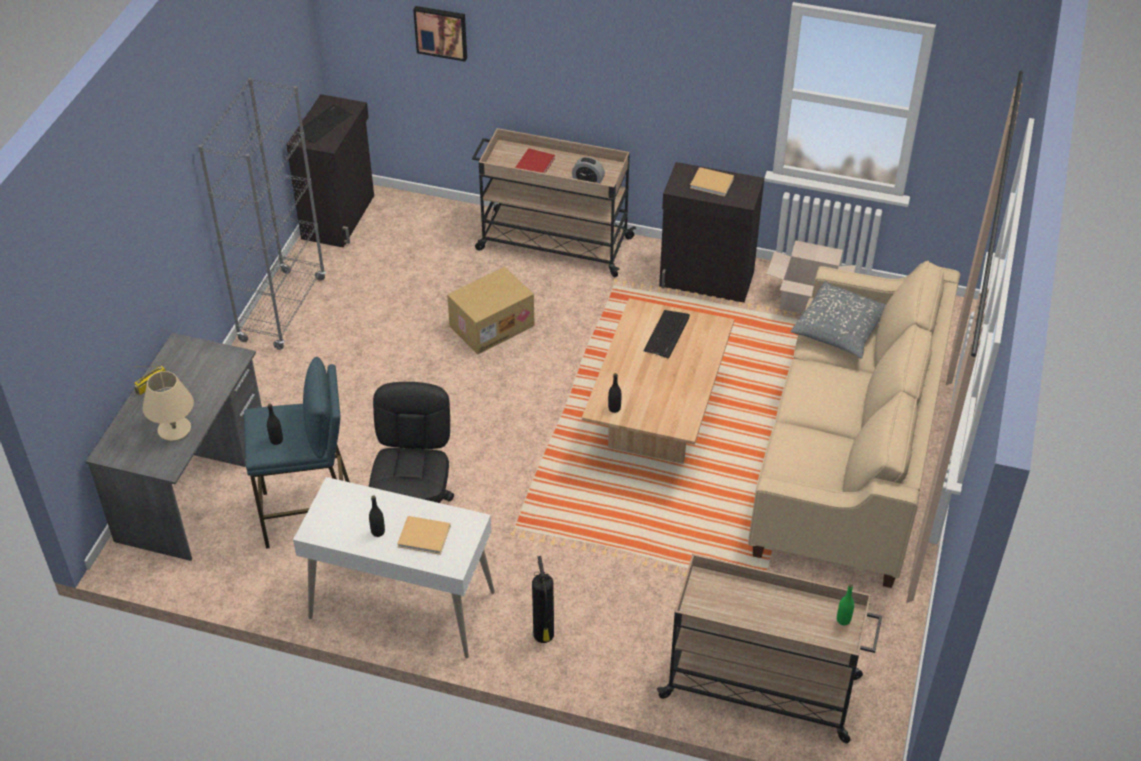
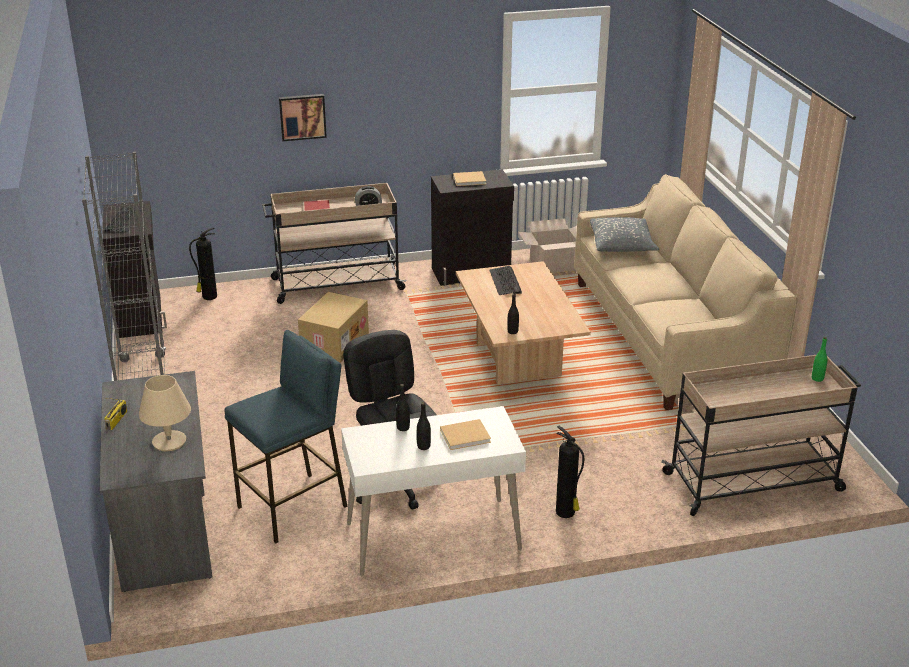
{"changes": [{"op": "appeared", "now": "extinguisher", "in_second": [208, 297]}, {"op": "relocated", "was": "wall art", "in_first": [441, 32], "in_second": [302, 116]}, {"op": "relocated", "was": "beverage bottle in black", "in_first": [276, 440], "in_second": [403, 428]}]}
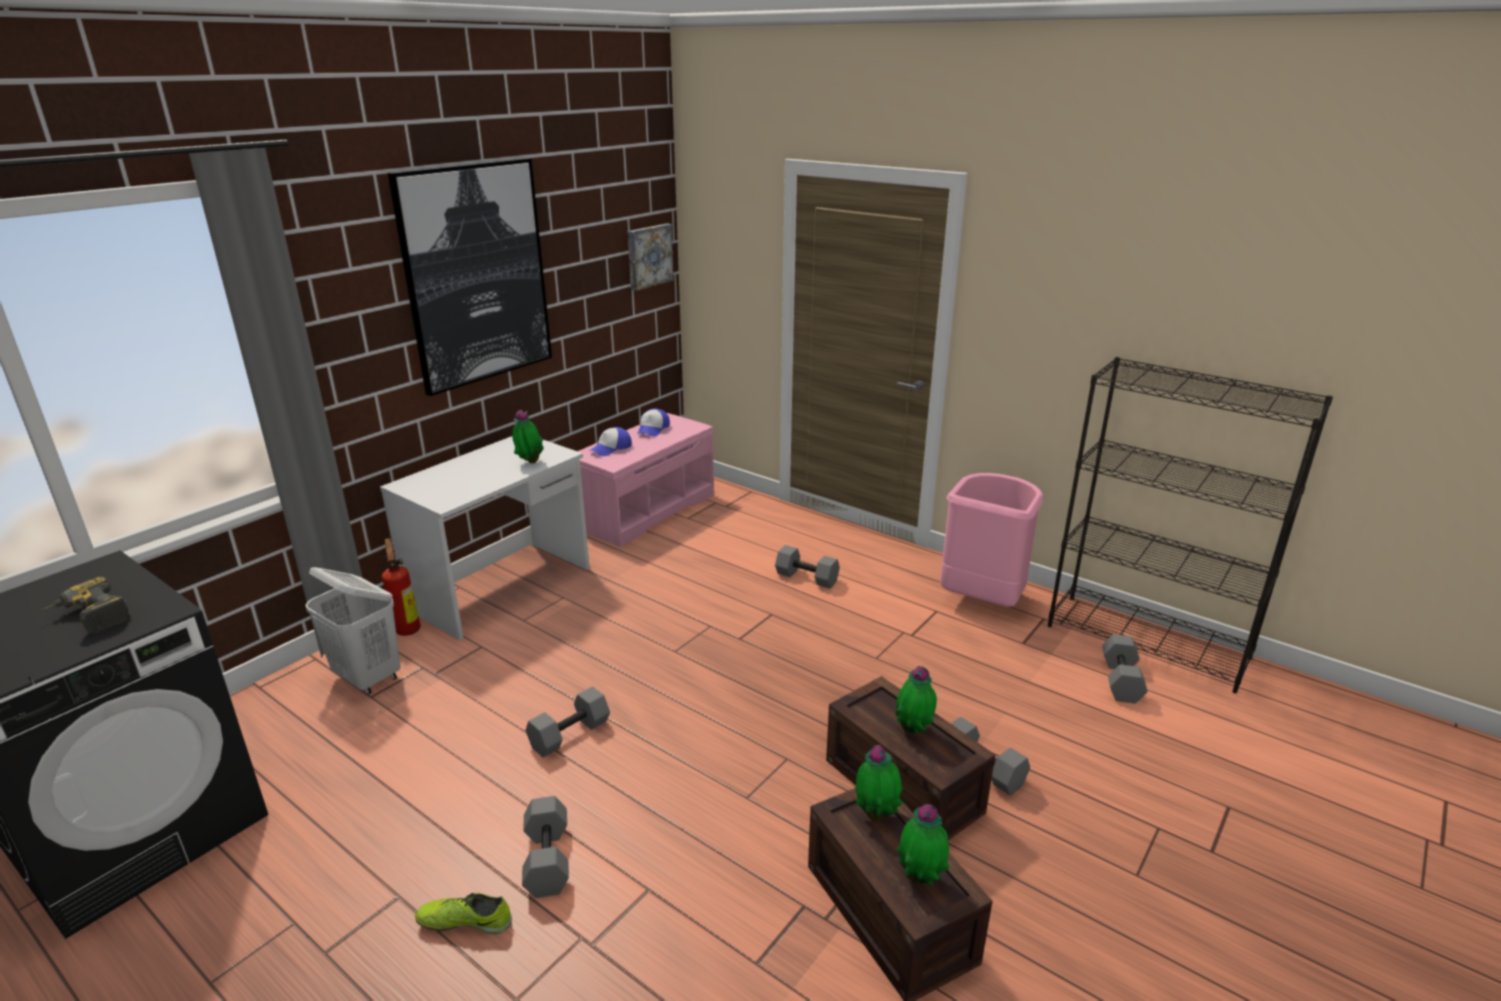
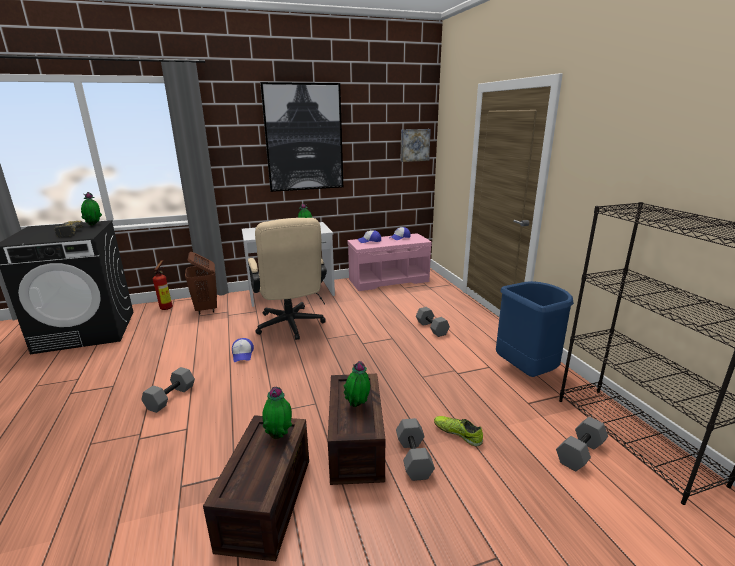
{"changes": [{"op": "relocated", "was": "potted plant", "in_first": [920, 878], "in_second": [94, 225]}, {"op": "relocated", "was": "extinguisher", "in_first": [408, 628], "in_second": [167, 307]}, {"op": "colour", "was": "washing basket in white", "now": "washing basket in brownish", "in_first": [368, 678], "in_second": [206, 309]}, {"op": "exchanged", "was": "dumbbell in gray", "now": "peaked cap", "in_first": [569, 733], "in_second": [243, 354]}, {"op": "appeared", "now": "computer chair in sand-coloured", "in_second": [291, 327]}, {"op": "relocated", "was": "item of footwear", "in_first": [465, 922], "in_second": [457, 433]}, {"op": "colour", "was": "waste bin in pink-coloured", "now": "waste bin in blue-coloured", "in_first": [982, 601], "in_second": [527, 372]}]}
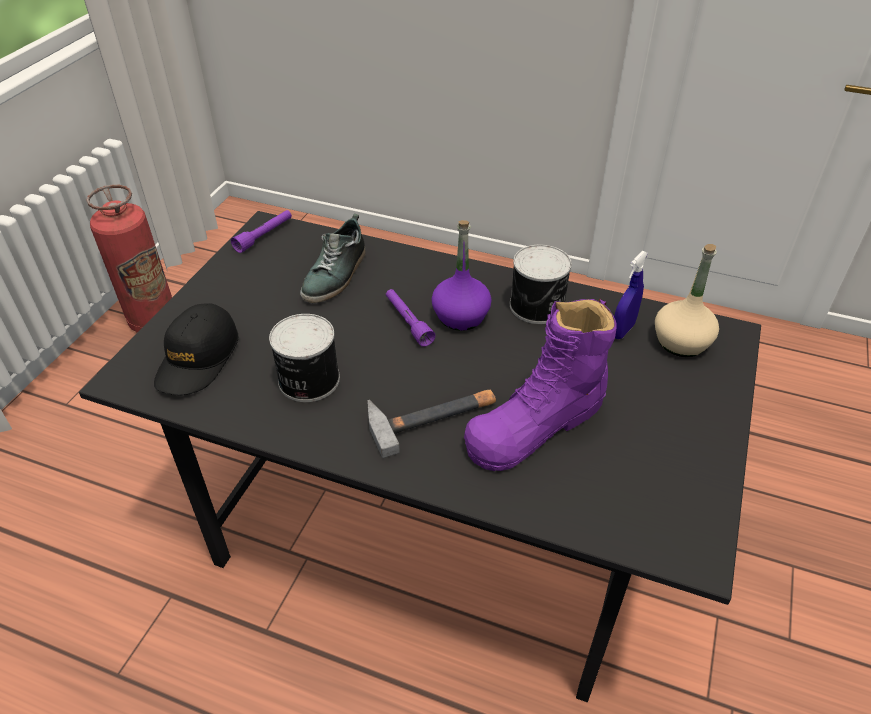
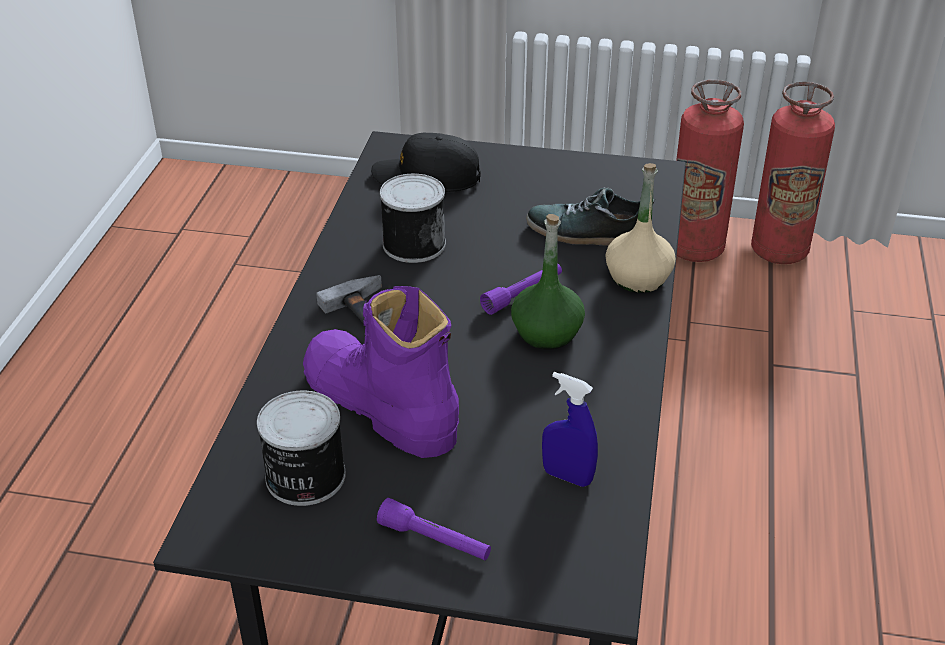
{"changes": [{"op": "relocated", "was": "can", "in_first": [538, 306], "in_second": [304, 477]}, {"op": "relocated", "was": "hand torch in purple-coloured", "in_first": [264, 236], "in_second": [435, 541]}, {"op": "colour", "was": "beverage bottle in purple-coloured", "now": "beverage bottle in green", "in_first": [460, 316], "in_second": [547, 332]}, {"op": "relocated", "was": "beverage bottle in sand-coloured", "in_first": [681, 342], "in_second": [637, 278]}, {"op": "appeared", "now": "extinguisher", "in_second": [779, 251]}]}
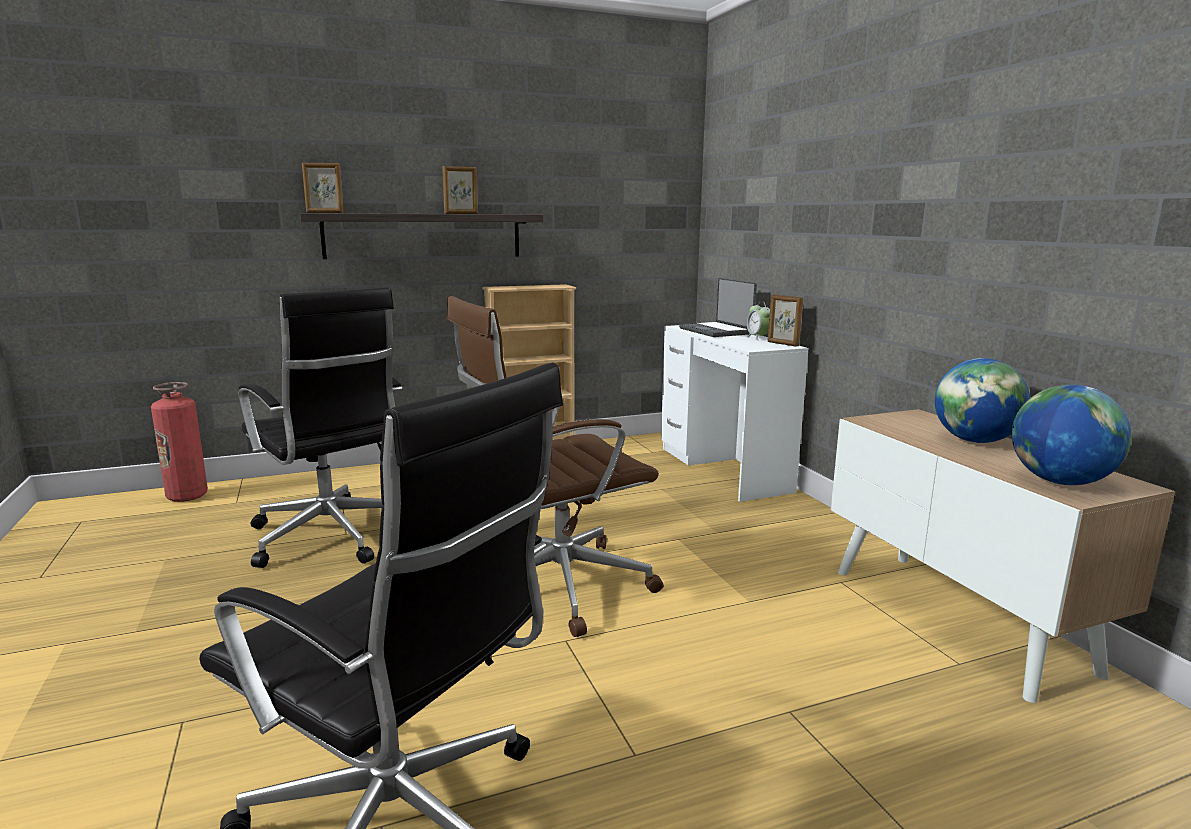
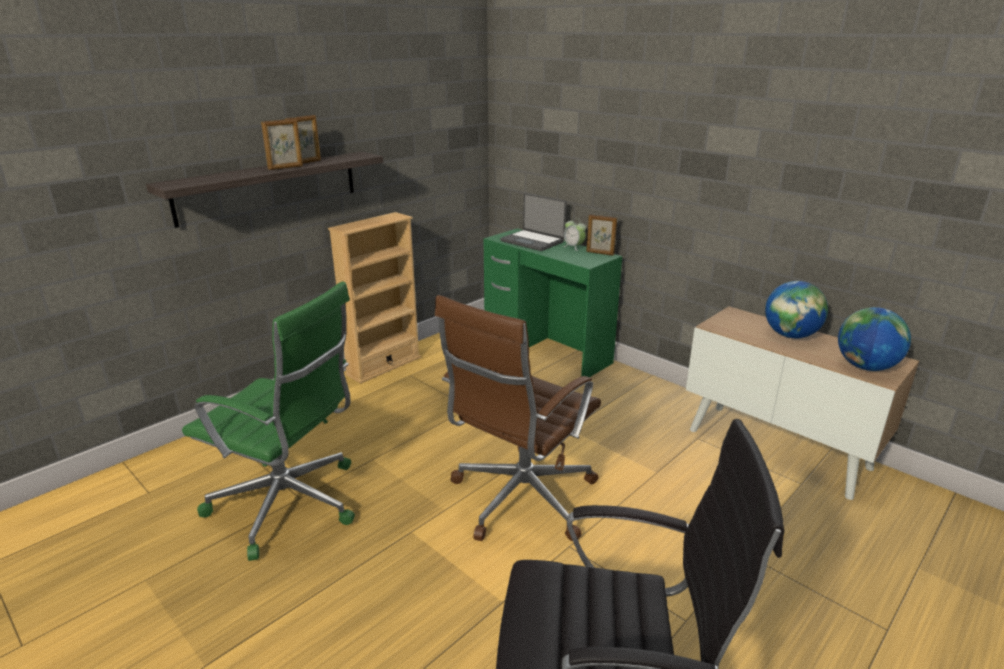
{"changes": [{"op": "colour", "was": "computer chair in black", "now": "computer chair in green", "in_first": [332, 537], "in_second": [290, 505]}, {"op": "relocated", "was": "picture frame", "in_first": [325, 212], "in_second": [286, 168]}, {"op": "colour", "was": "desk table in white", "now": "desk table in green", "in_first": [723, 469], "in_second": [547, 350]}, {"op": "missing", "was": "extinguisher", "in_first": [187, 496]}]}
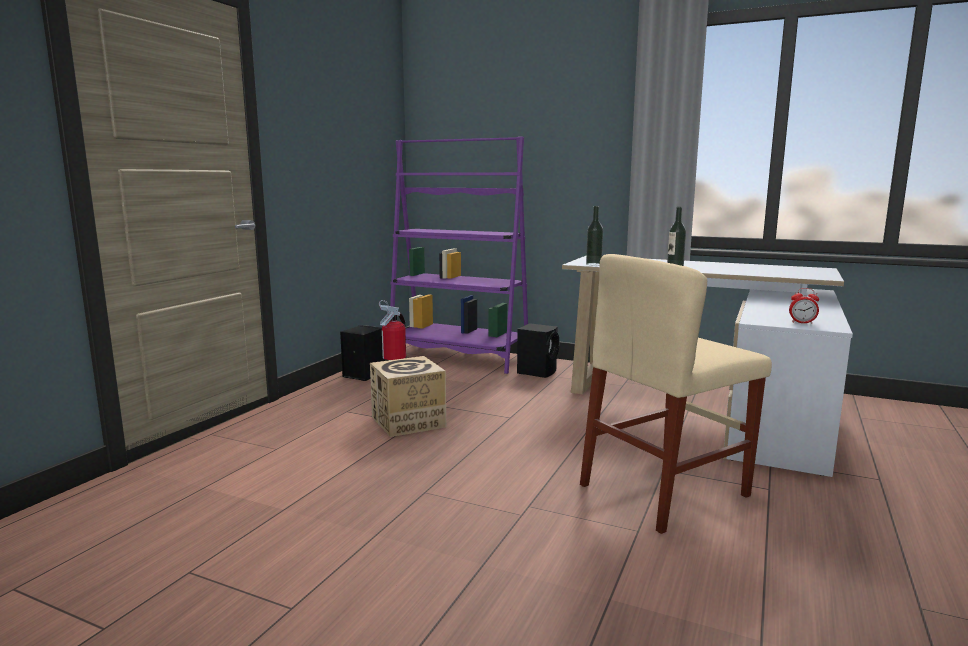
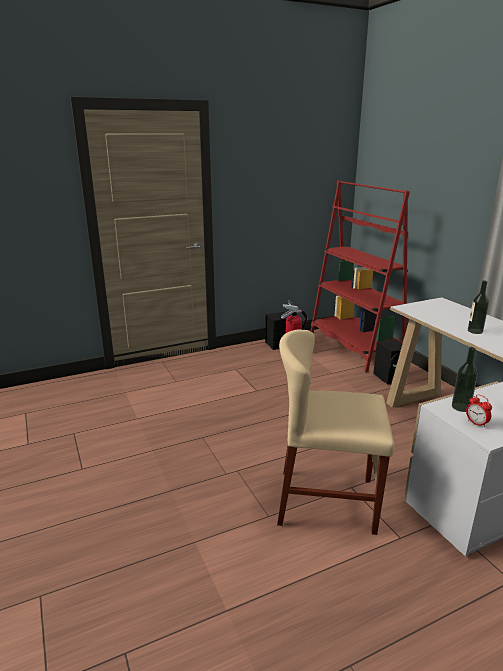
{"changes": [{"op": "colour", "was": "bookcase in purple-coloured", "now": "bookcase in red-coloured", "in_first": [459, 357], "in_second": [355, 347]}, {"op": "relocated", "was": "beverage bottle", "in_first": [593, 264], "in_second": [461, 407]}, {"op": "missing", "was": "carton", "in_first": [408, 422]}]}
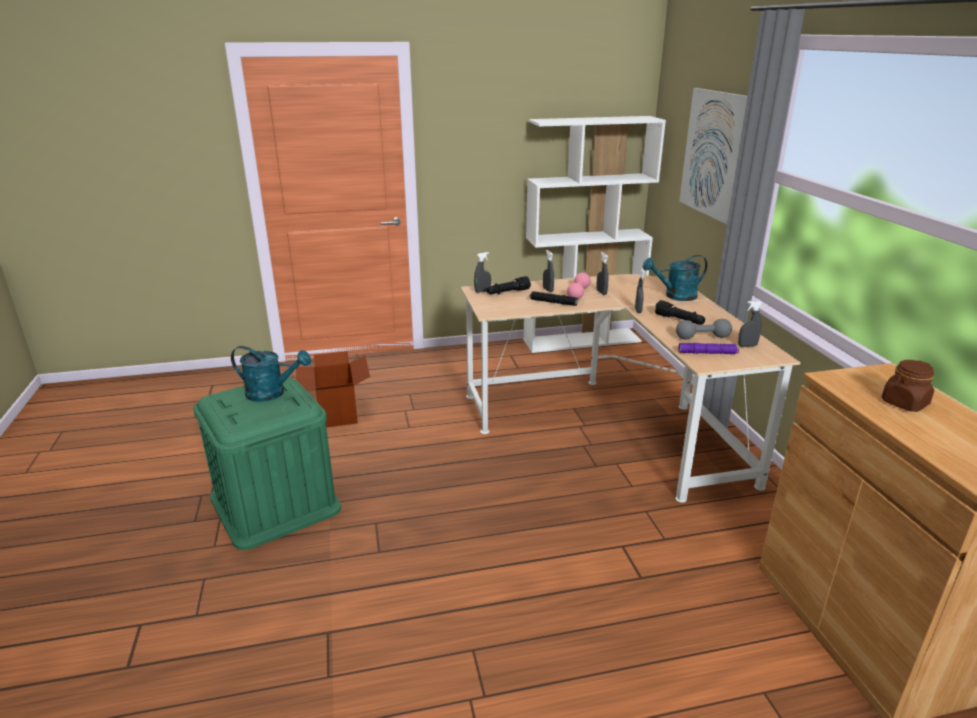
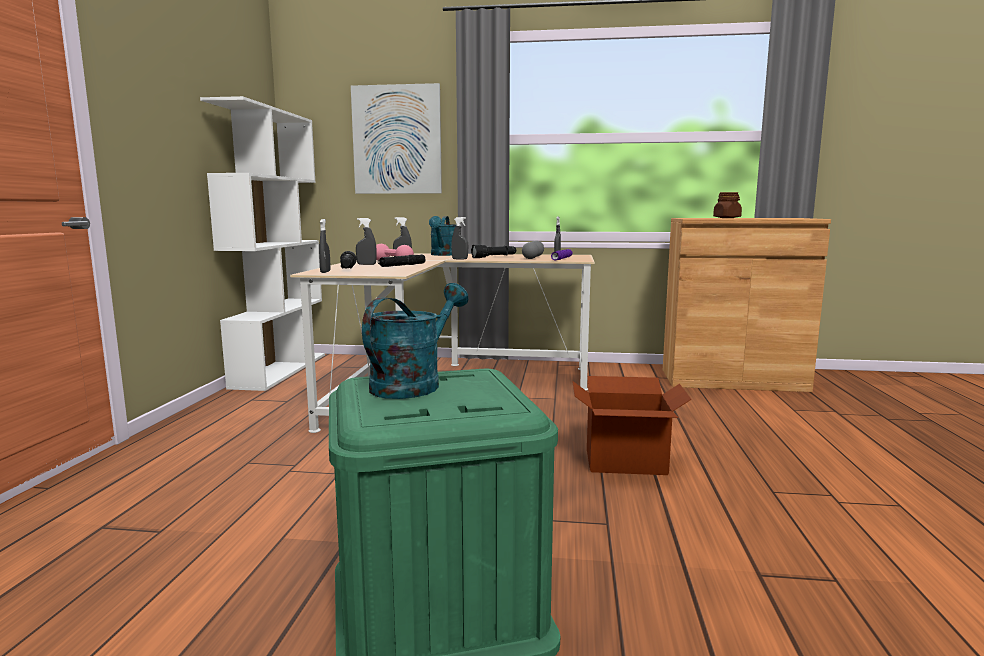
{"changes": [{"op": "relocated", "was": "carton", "in_first": [336, 413], "in_second": [626, 462]}]}
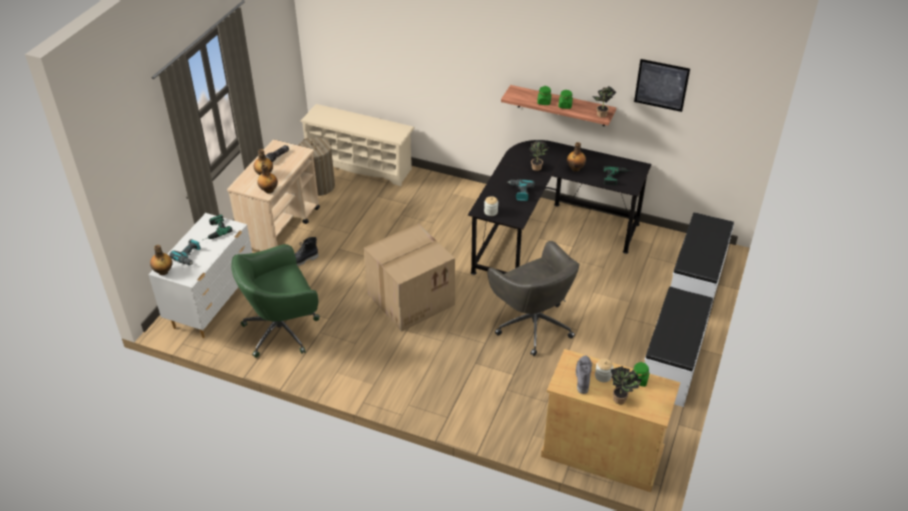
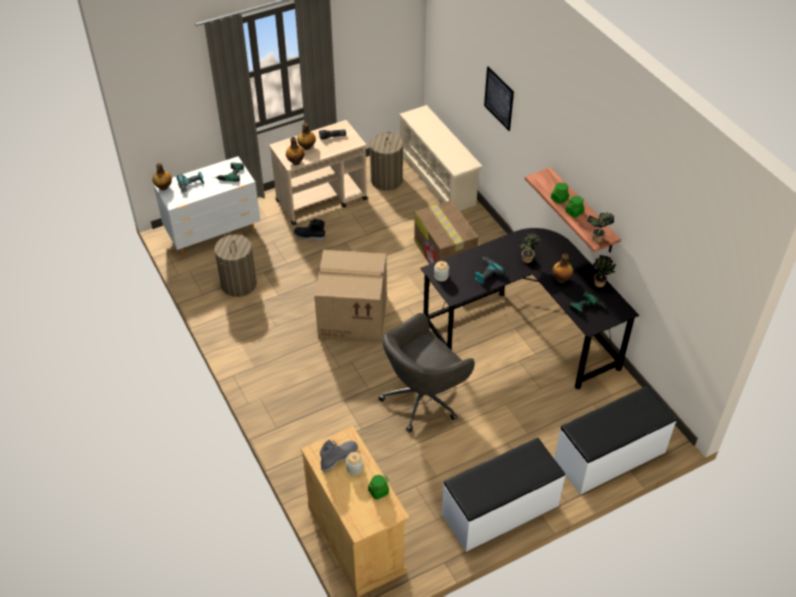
{"changes": [{"op": "exchanged", "was": "computer chair in green", "now": "washing basket", "in_first": [283, 330], "in_second": [239, 284]}, {"op": "spun", "was": "computer chair in gray", "in_first": [532, 324], "in_second": [423, 398], "clockwise": 45}, {"op": "appeared", "now": "carton", "in_second": [445, 254]}, {"op": "relocated", "was": "wall art", "in_first": [661, 85], "in_second": [499, 98]}, {"op": "relocated", "was": "potted plant", "in_first": [621, 399], "in_second": [600, 284]}]}
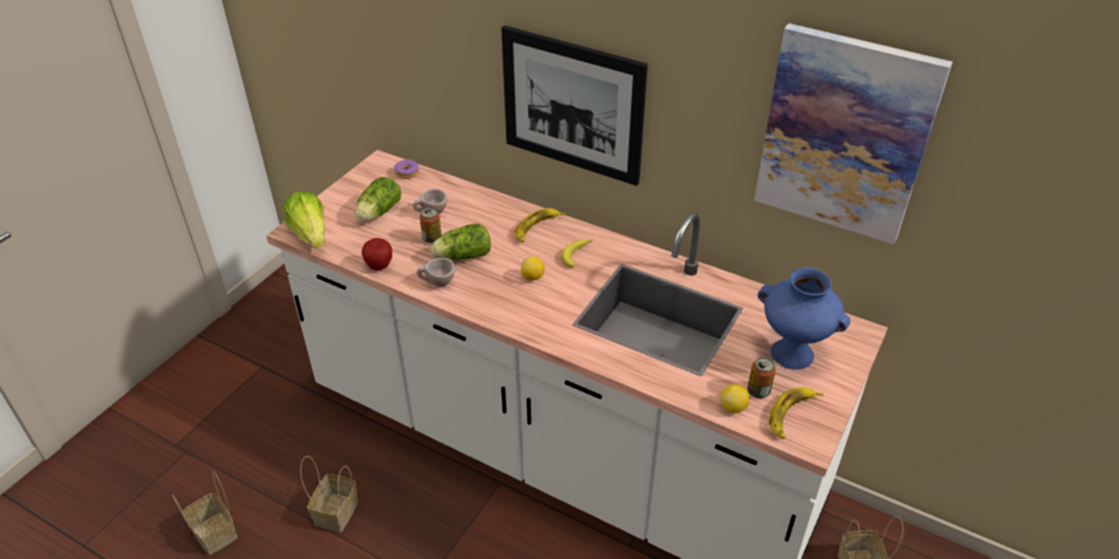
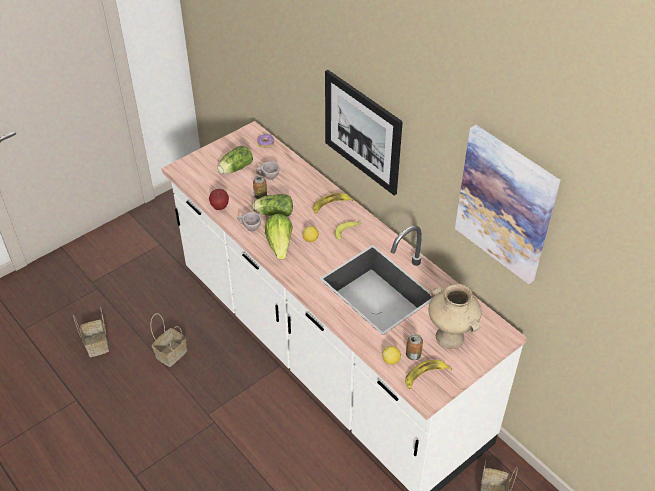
{"changes": [{"op": "relocated", "was": "head of lettuce", "in_first": [311, 234], "in_second": [279, 245]}, {"op": "colour", "was": "flower vase in blue-coloured", "now": "flower vase in sand-coloured", "in_first": [793, 353], "in_second": [451, 337]}]}
